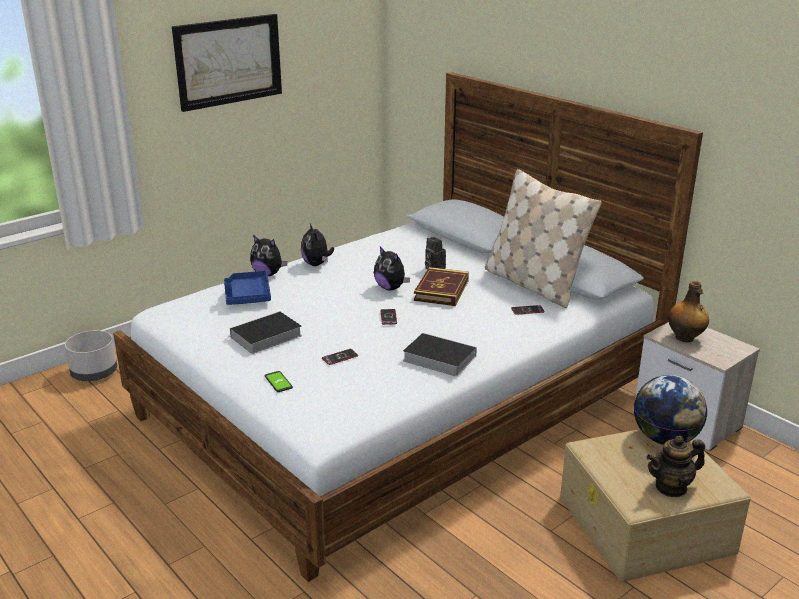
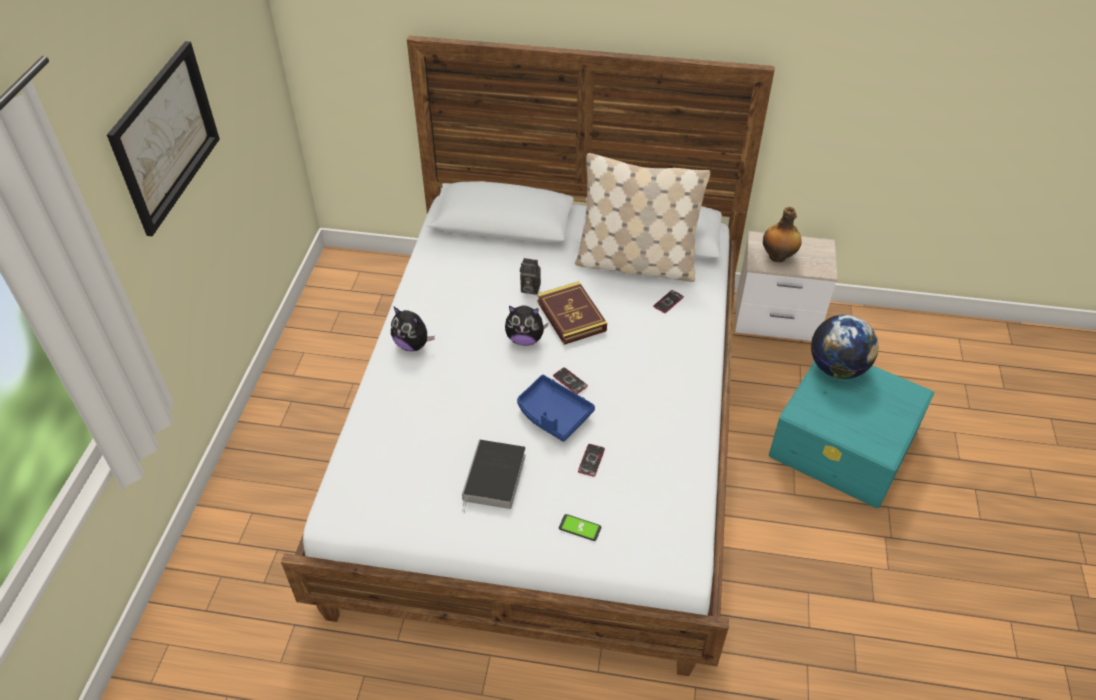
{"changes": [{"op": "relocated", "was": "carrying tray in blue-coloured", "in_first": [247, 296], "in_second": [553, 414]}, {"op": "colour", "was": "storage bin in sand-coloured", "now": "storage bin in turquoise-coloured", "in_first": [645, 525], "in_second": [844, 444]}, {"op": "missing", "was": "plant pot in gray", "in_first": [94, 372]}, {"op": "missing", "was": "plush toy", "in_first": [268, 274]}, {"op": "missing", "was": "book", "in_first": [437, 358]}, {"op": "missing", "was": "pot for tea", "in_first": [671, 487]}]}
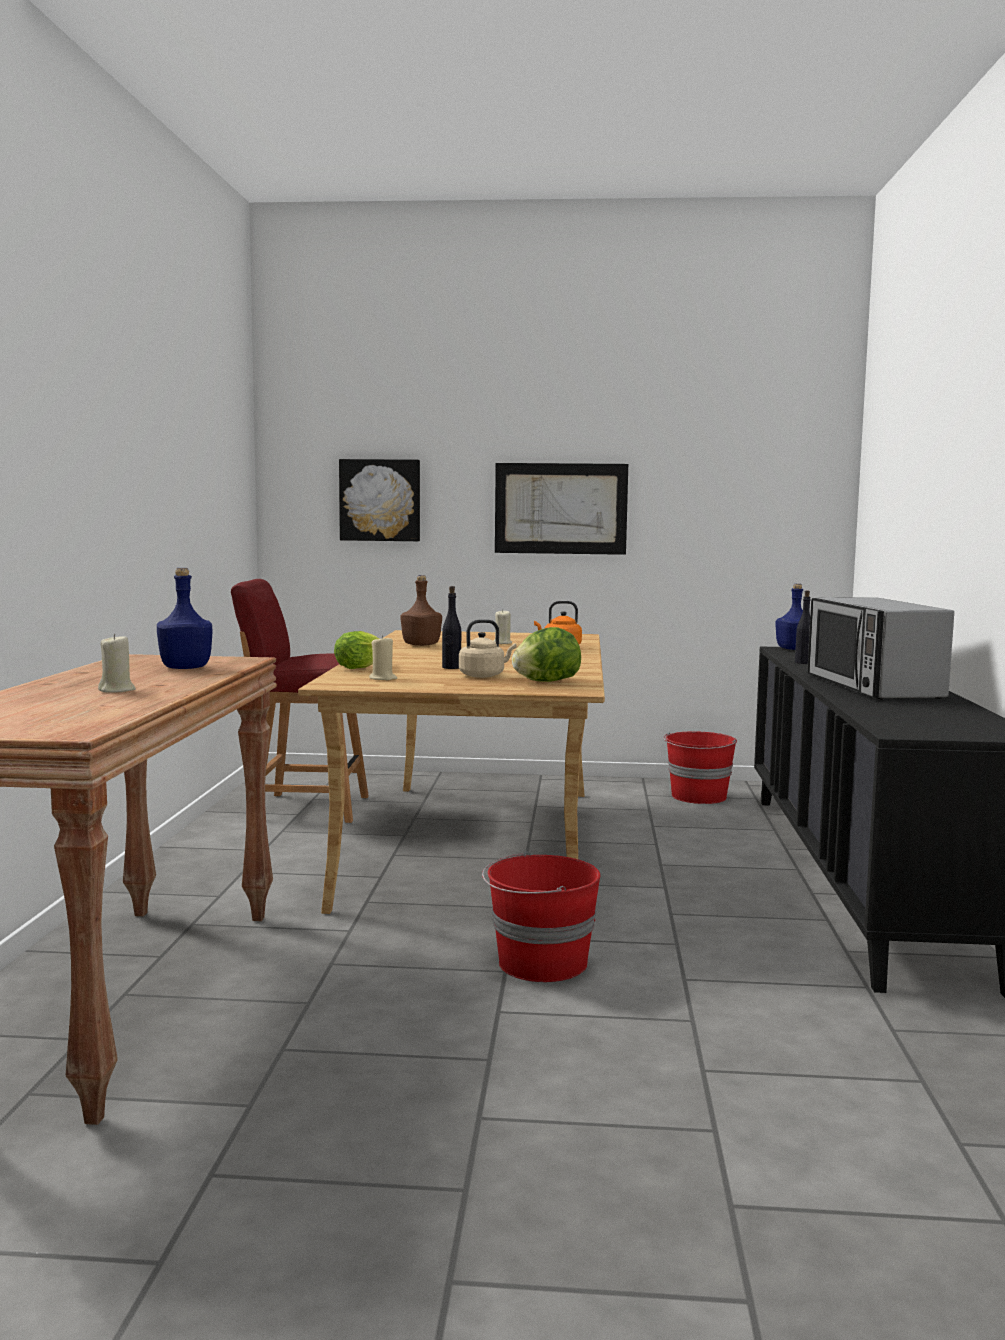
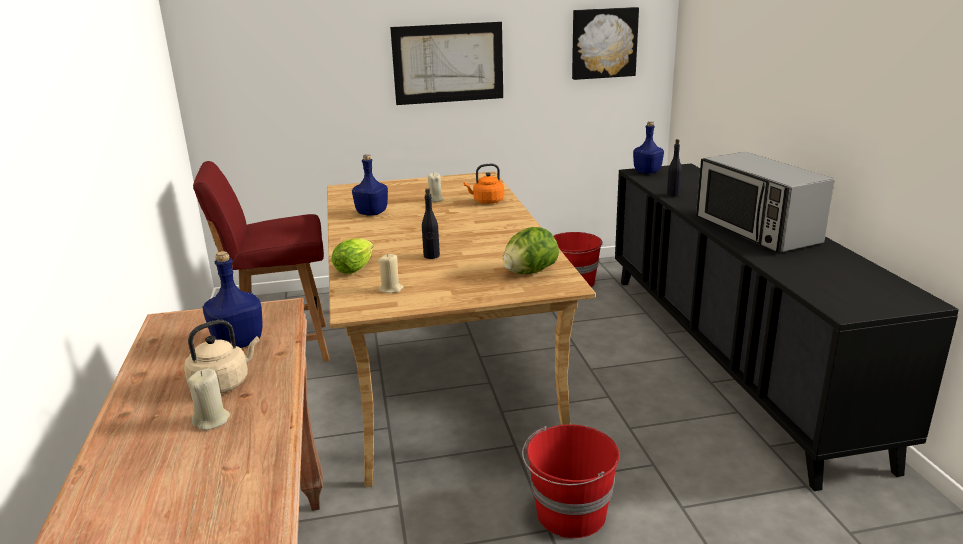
{"changes": [{"op": "relocated", "was": "kettle in sand-coloured", "in_first": [484, 675], "in_second": [223, 384]}, {"op": "colour", "was": "beverage bottle in brownish", "now": "beverage bottle in blue-coloured", "in_first": [420, 645], "in_second": [371, 213]}, {"op": "relocated", "was": "wall art", "in_first": [380, 500], "in_second": [603, 43]}]}
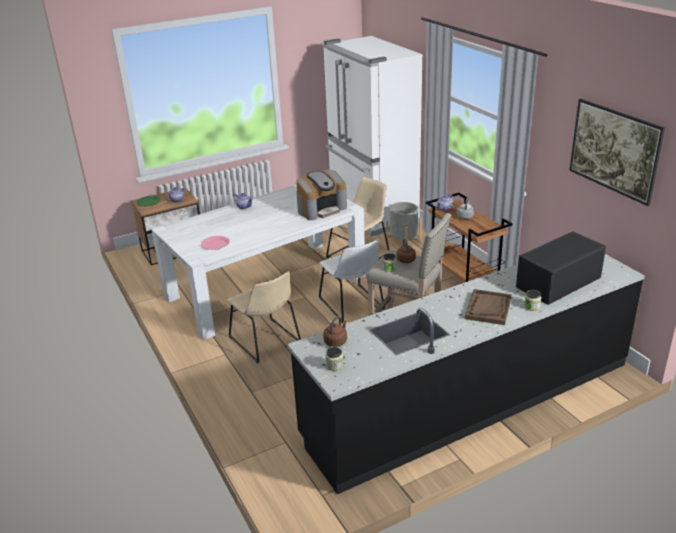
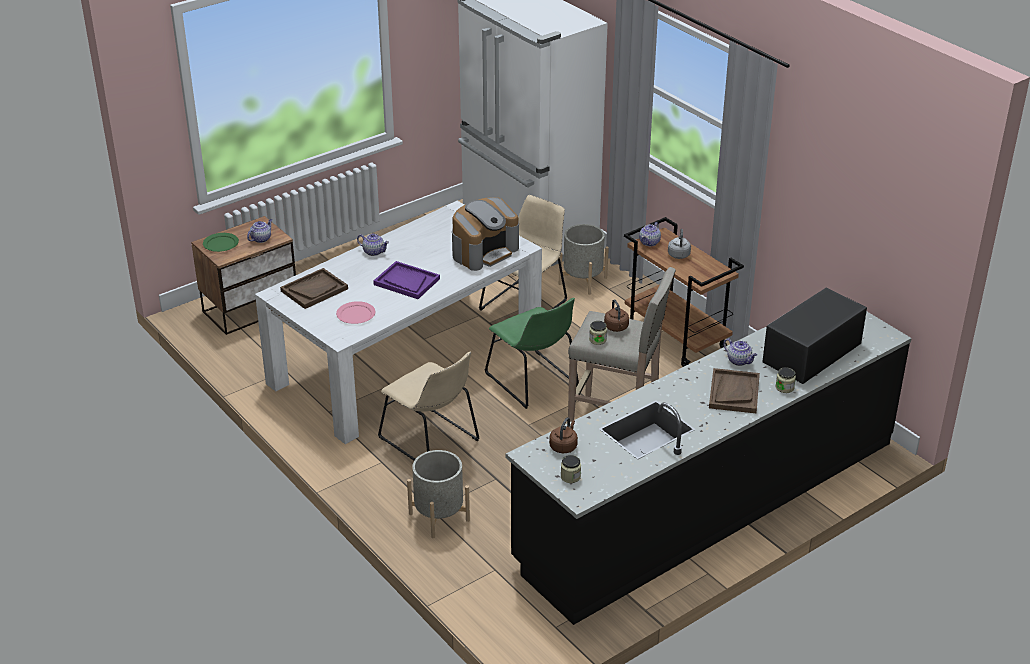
{"changes": [{"op": "appeared", "now": "carrying tray in brownish", "in_second": [314, 290]}, {"op": "appeared", "now": "carrying tray in purple-coloured", "in_second": [406, 282]}, {"op": "appeared", "now": "plant pot in gray", "in_second": [439, 517]}, {"op": "colour", "was": "upright chair in white", "now": "upright chair in green", "in_first": [352, 305], "in_second": [533, 381]}, {"op": "appeared", "now": "pot for tea", "in_second": [739, 361]}, {"op": "missing", "was": "wall art", "in_first": [611, 168]}]}
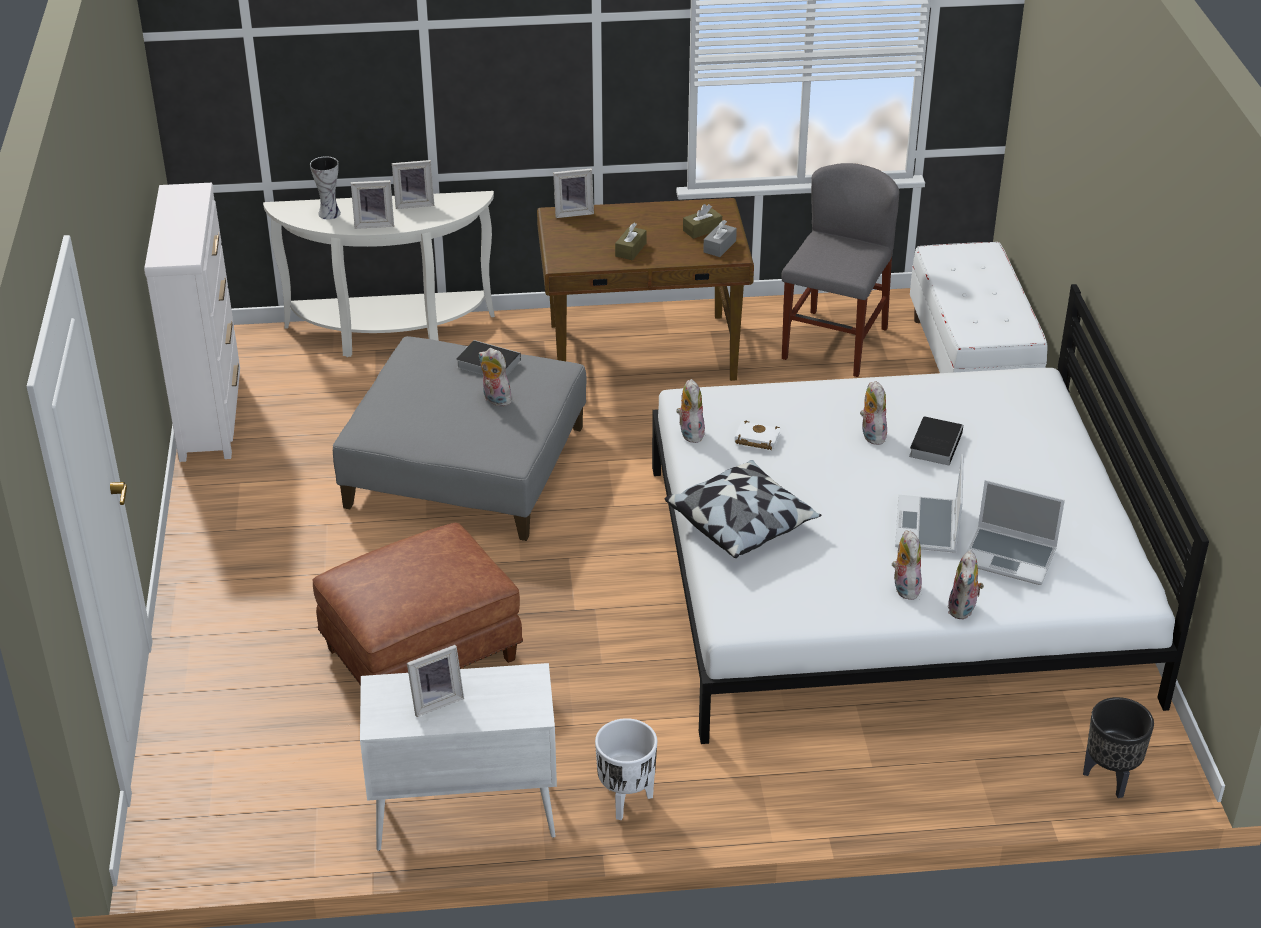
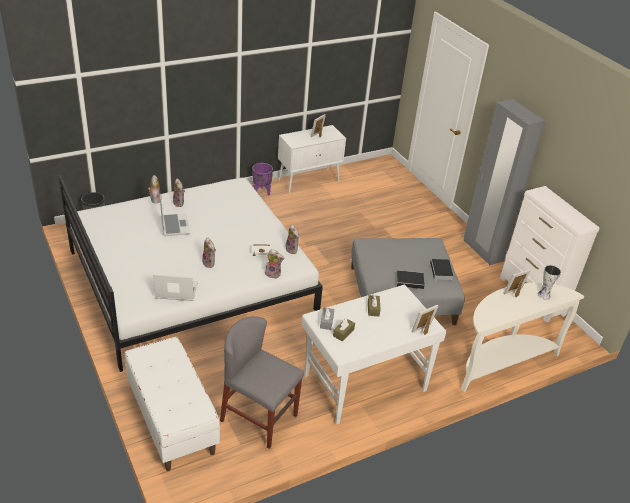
{"changes": [{"op": "relocated", "was": "notebook computer", "in_first": [1010, 557], "in_second": [175, 291]}, {"op": "spun", "was": "upright chair in gray", "in_first": [834, 343], "in_second": [259, 418], "clockwise": 120}, {"op": "colour", "was": "plant pot in white", "now": "plant pot in purple-coloured", "in_first": [626, 800], "in_second": [261, 192]}, {"op": "relocated", "was": "plush toy", "in_first": [495, 399], "in_second": [273, 274]}, {"op": "colour", "was": "desk table in brownish", "now": "desk table in white", "in_first": [643, 353], "in_second": [363, 382]}, {"op": "relocated", "was": "book", "in_first": [935, 443], "in_second": [441, 271]}, {"op": "appeared", "now": "armoire in gray", "in_second": [482, 250]}, {"op": "missing", "was": "pouffe in brownish", "in_first": [420, 656]}, {"op": "missing", "was": "picture frame", "in_first": [414, 203]}, {"op": "missing", "was": "pillow", "in_first": [742, 523]}]}
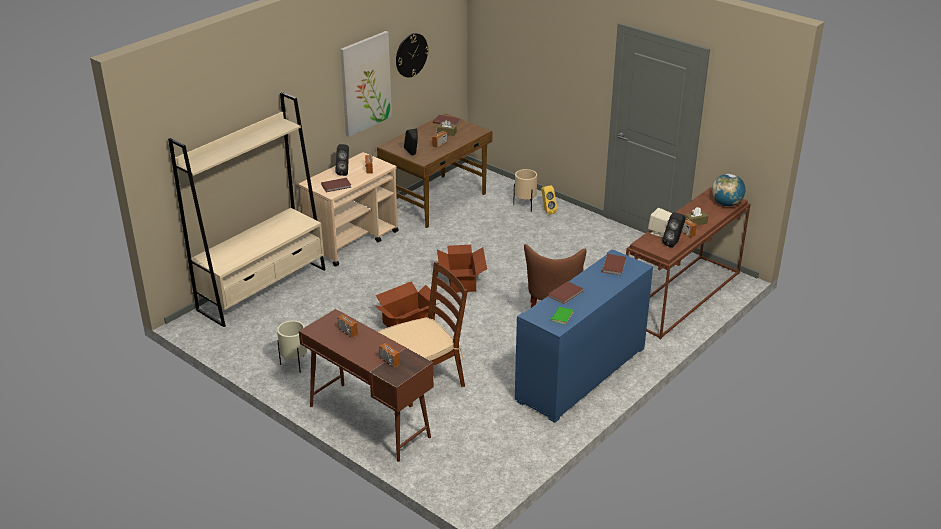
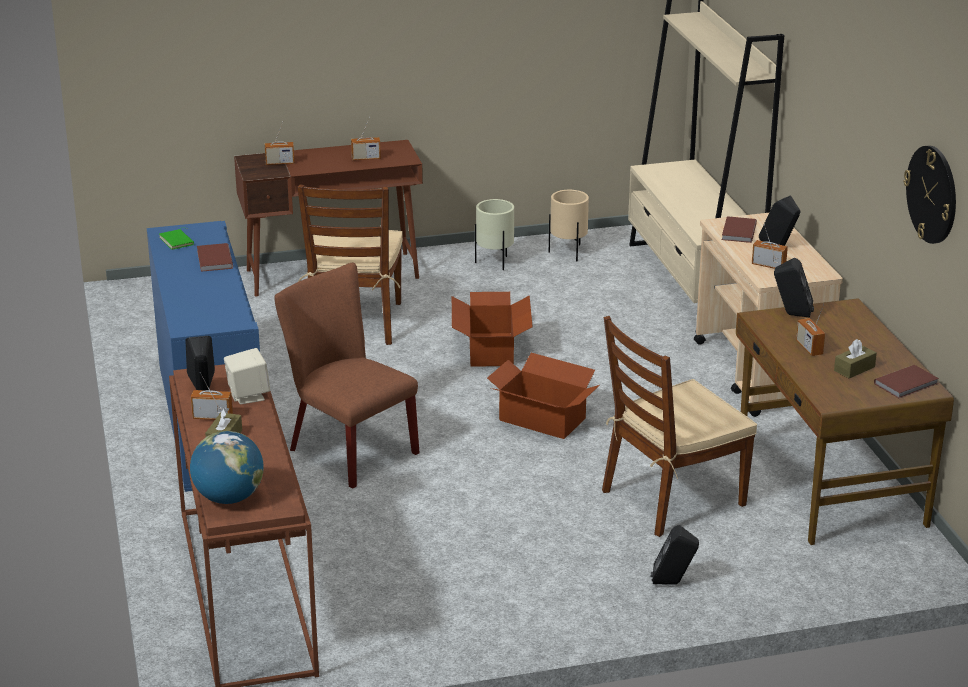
{"changes": [{"op": "relocated", "was": "plant pot in sand-coloured", "in_first": [525, 206], "in_second": [568, 253]}, {"op": "appeared", "now": "upright chair in brownish", "in_second": [672, 498]}, {"op": "colour", "was": "loudspeaker in yellow", "now": "loudspeaker in black", "in_first": [547, 211], "in_second": [673, 583]}, {"op": "missing", "was": "wall art", "in_first": [365, 83]}, {"op": "missing", "was": "book in brownish", "in_first": [614, 265]}]}
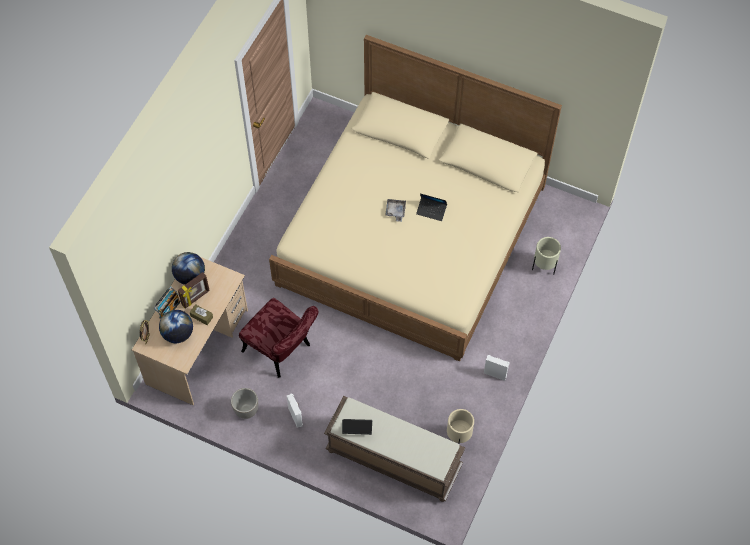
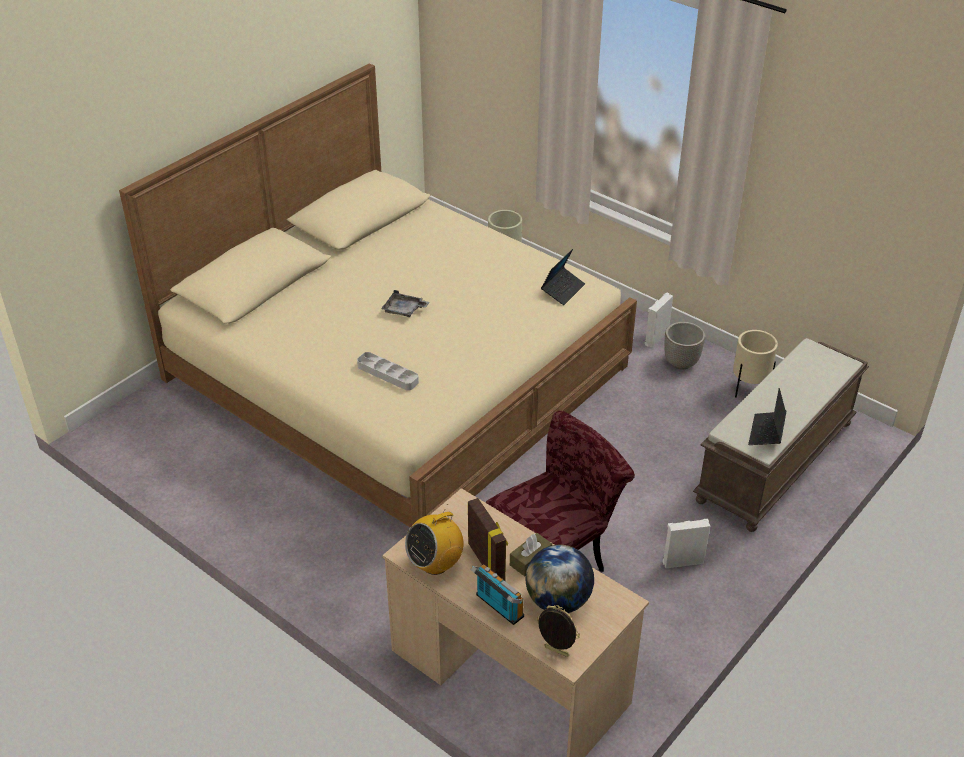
{"changes": [{"op": "appeared", "now": "carrying tray in gray", "in_second": [387, 374]}, {"op": "exchanged", "was": "world globe", "now": "radio set", "in_first": [190, 276], "in_second": [435, 563]}, {"op": "relocated", "was": "notebook computer", "in_first": [431, 211], "in_second": [562, 290]}, {"op": "relocated", "was": "plant pot", "in_first": [246, 411], "in_second": [681, 363]}]}
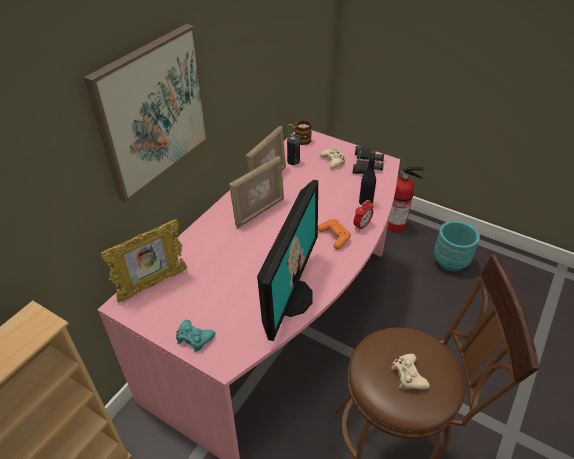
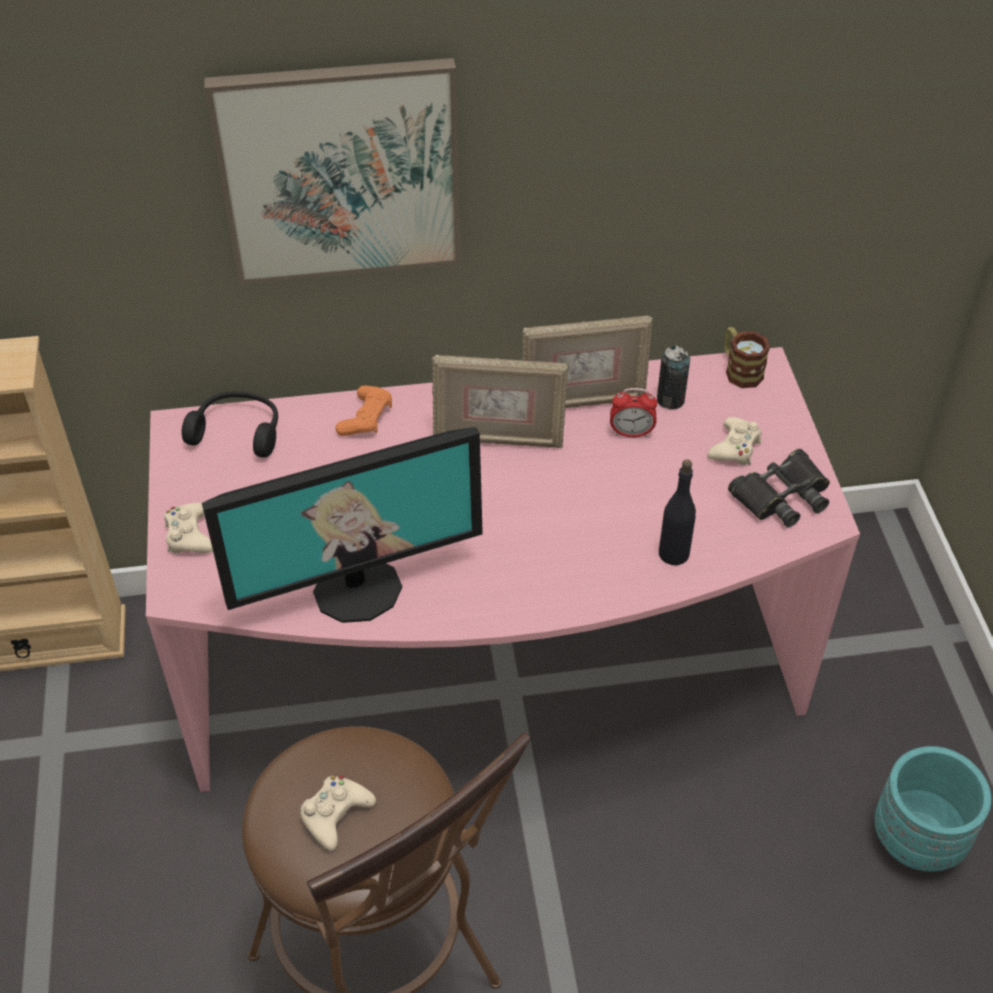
{"changes": [{"op": "colour", "was": "game controller in turquoise-coloured", "now": "game controller in sand-coloured", "in_first": [194, 338], "in_second": [189, 535]}, {"op": "exchanged", "was": "picture frame", "now": "pair of headphones in black", "in_first": [153, 285], "in_second": [238, 431]}, {"op": "relocated", "was": "game controller in orange-coloured", "in_first": [334, 237], "in_second": [366, 419]}, {"op": "relocated", "was": "bedside clock", "in_first": [362, 226], "in_second": [631, 433]}, {"op": "missing", "was": "extinguisher", "in_first": [396, 225]}]}
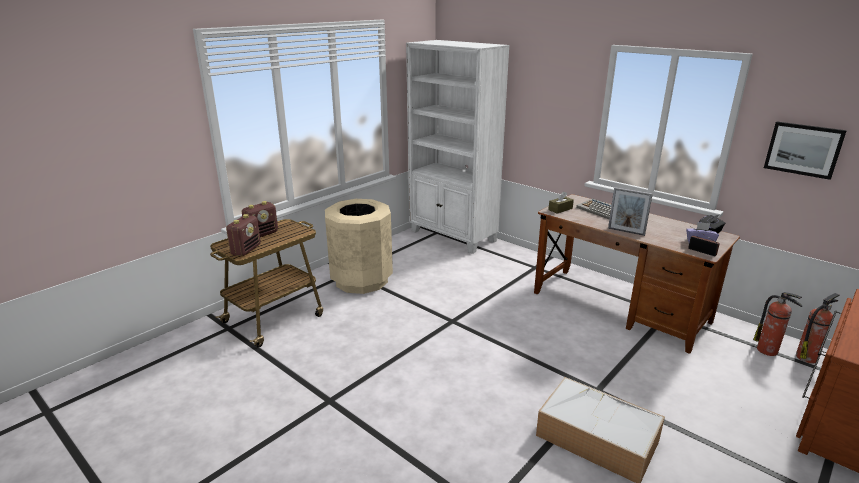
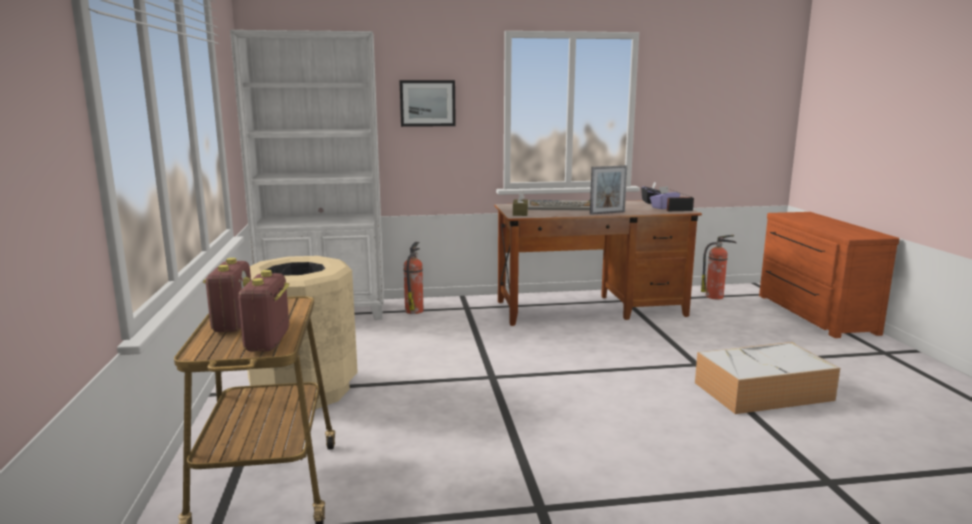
{"changes": [{"op": "spun", "was": "radio set", "in_first": [246, 250], "in_second": [268, 342], "clockwise": -150}, {"op": "relocated", "was": "wall art", "in_first": [803, 149], "in_second": [427, 103]}, {"op": "relocated", "was": "extinguisher", "in_first": [807, 357], "in_second": [414, 310]}]}
